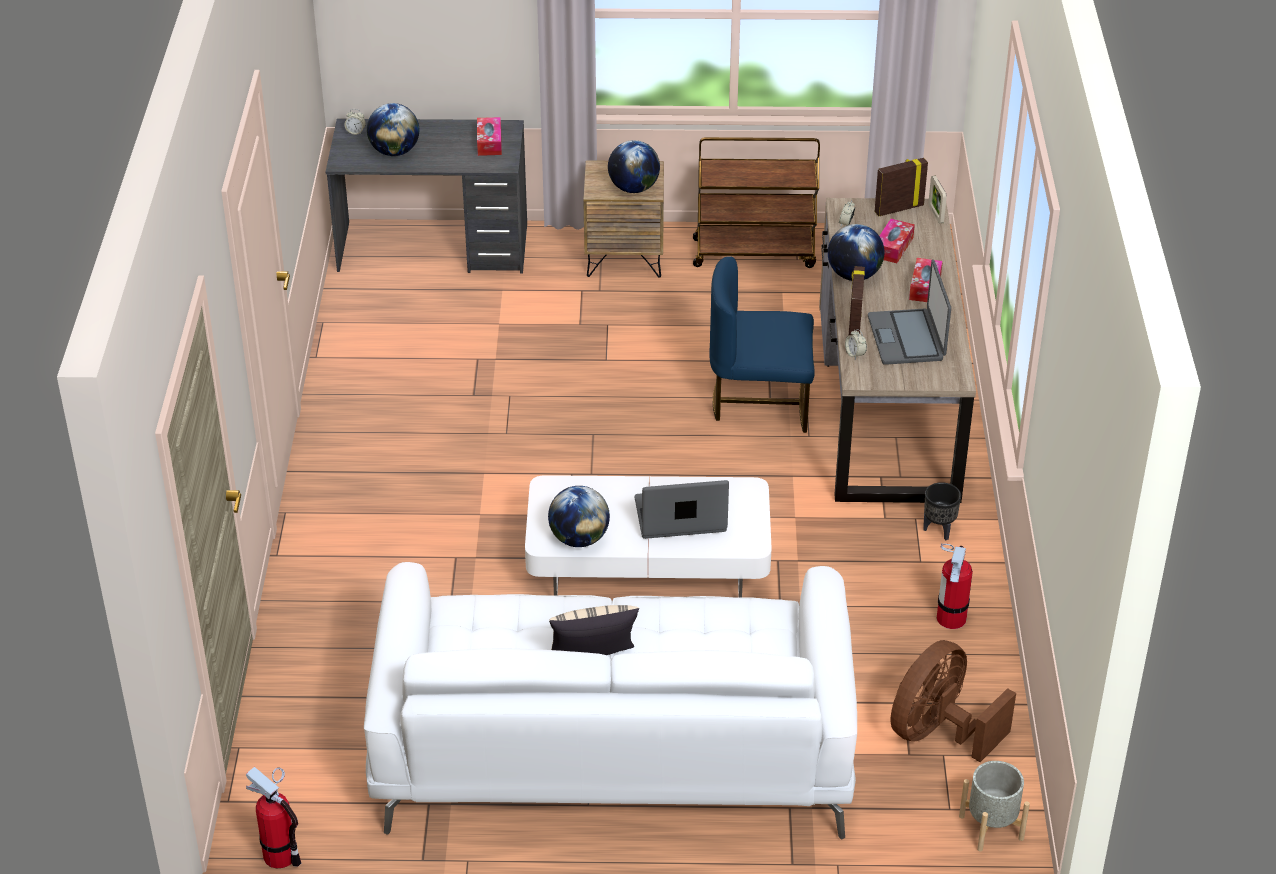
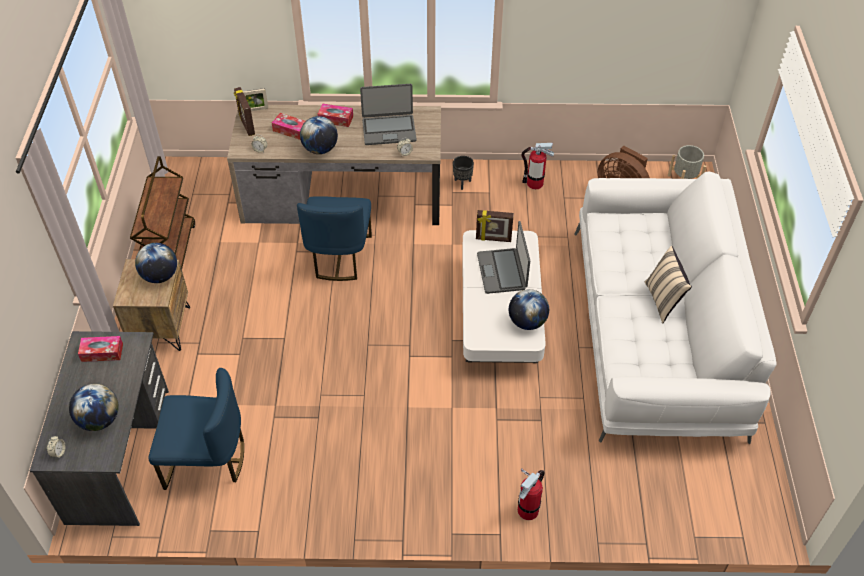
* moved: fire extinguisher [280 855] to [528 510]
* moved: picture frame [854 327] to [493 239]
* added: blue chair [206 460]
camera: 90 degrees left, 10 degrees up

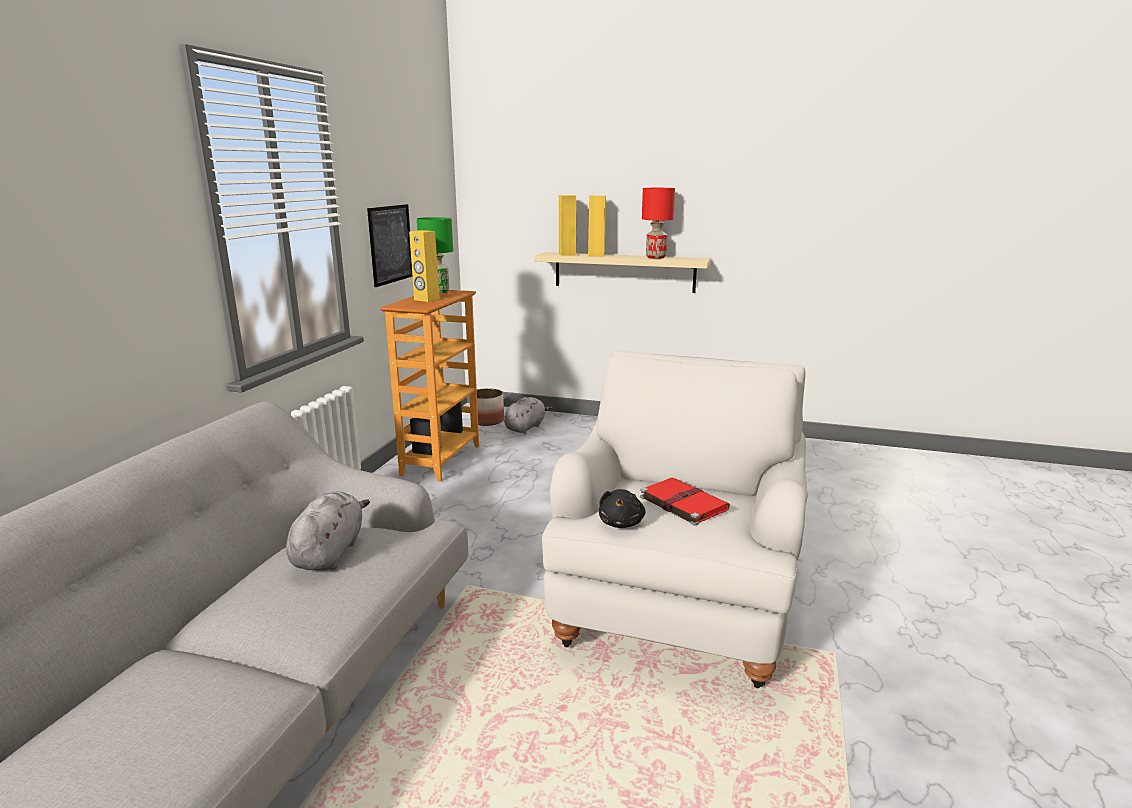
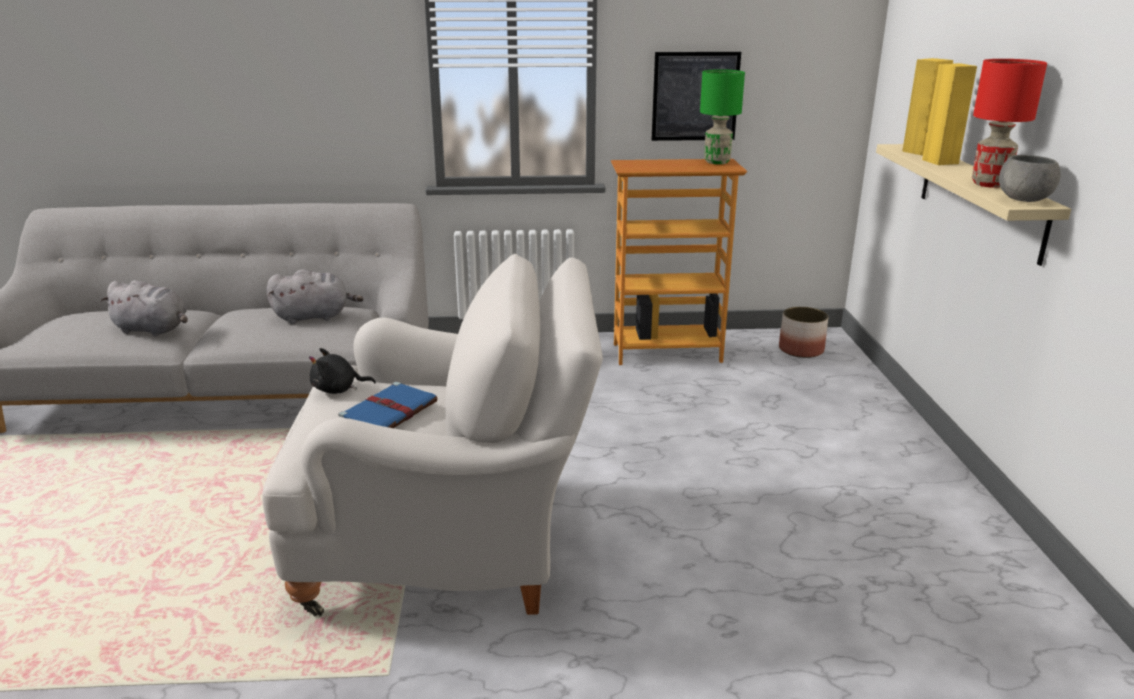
* removed: yellow speaker [426 299]
* moved: grey plush toy [526 427] to [153 330]
* recoloured: red book [682 503] to blue book [390 412]
* added: grey bowl [1024 200]
camera: 70 degrees right, 5 degrees up

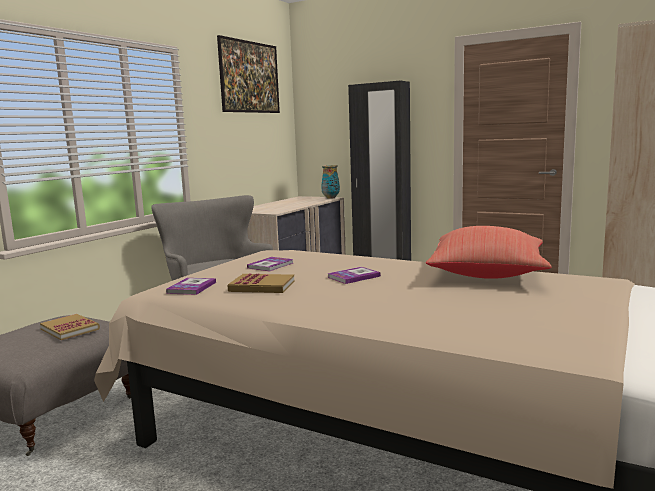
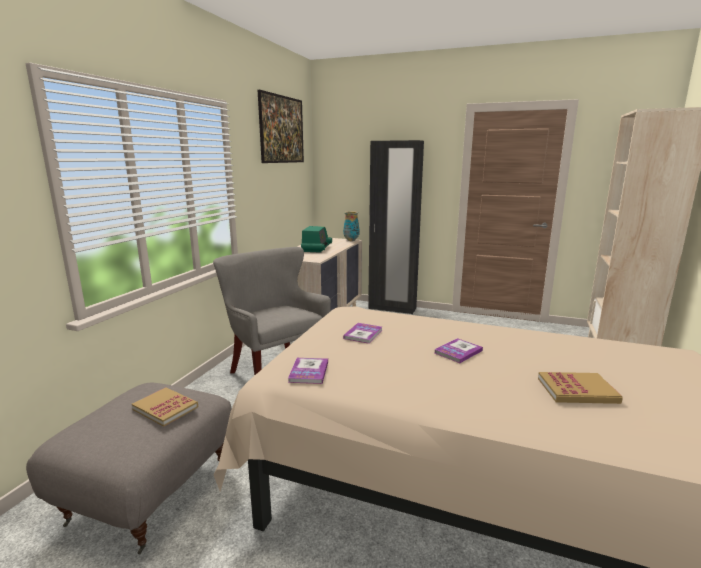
* moved: book [262 286] to [577 390]
* removed: red pillow [488 275]
* added: radio [316 248]
camera: 10 degrees left, 5 degrees up

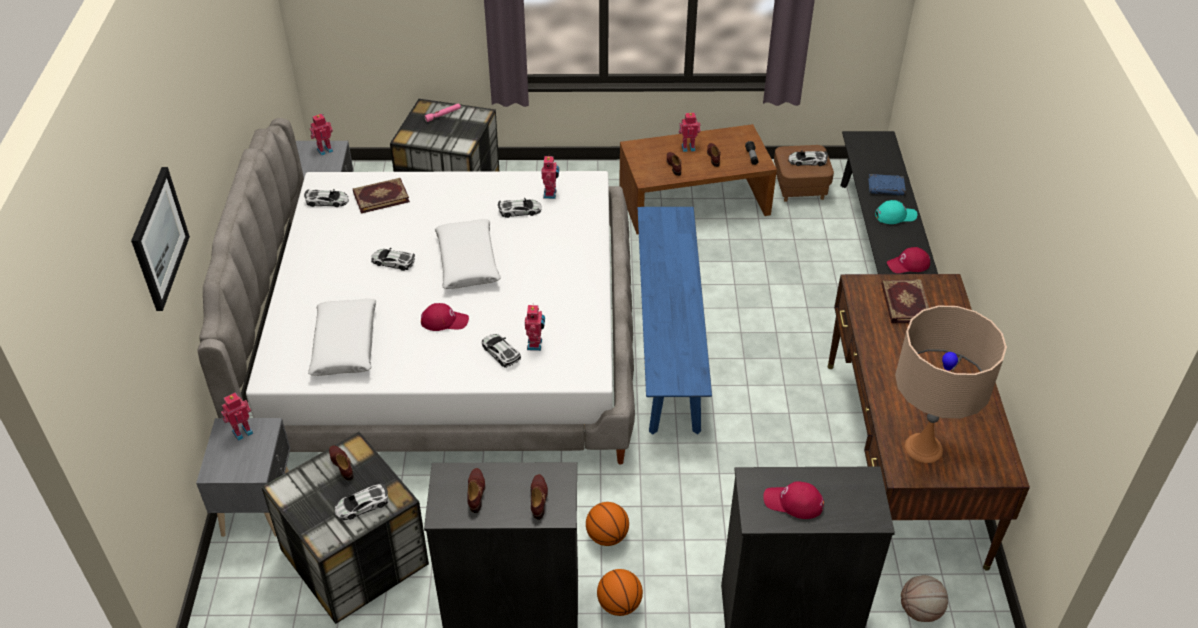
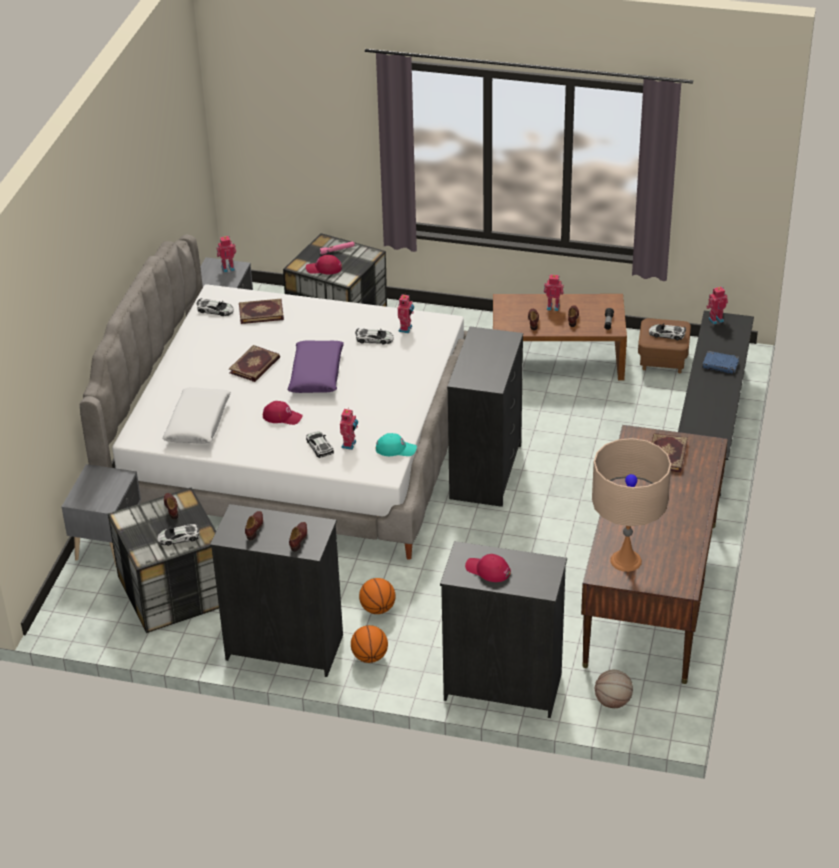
* removed: picture [159 238]
* moved: toy robot [242 431] to [715 319]
* replaced: toy car [393 262] to book [255 366]
* recoloured: white pillow [468 262] to purple pillow [316 374]
* replaced: blue bench [668 341] to black dresser [486 472]
* moved: turquoise cap [895 215] to [395 449]
* moved: red cap [908 264] to [324 268]
camera: 15 degrees right, 5 degrees down

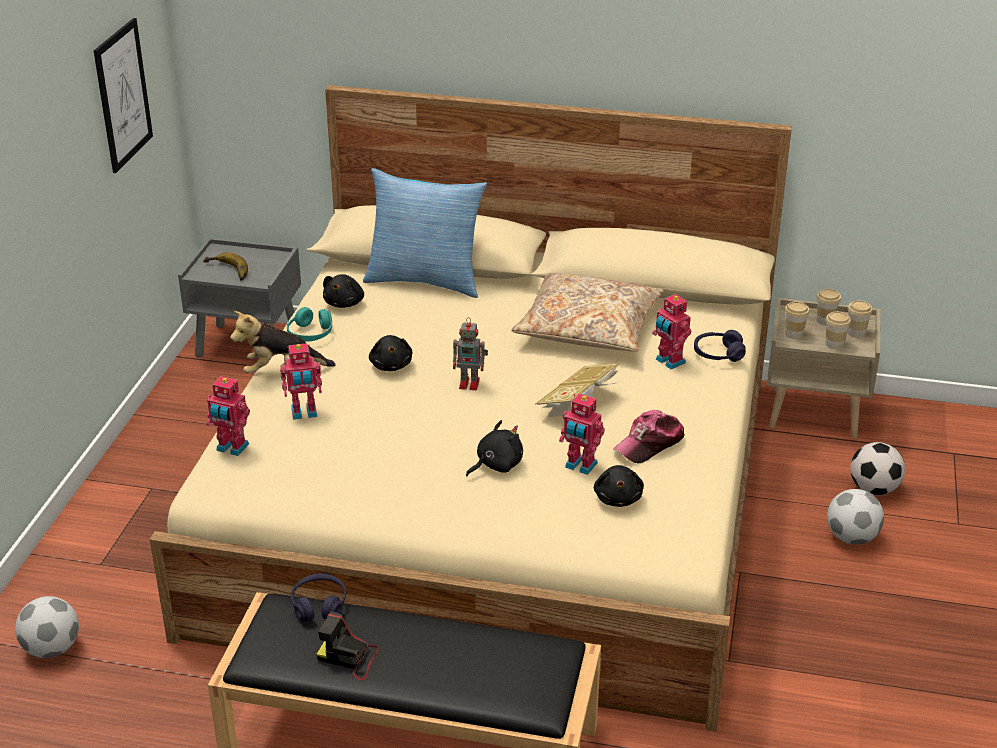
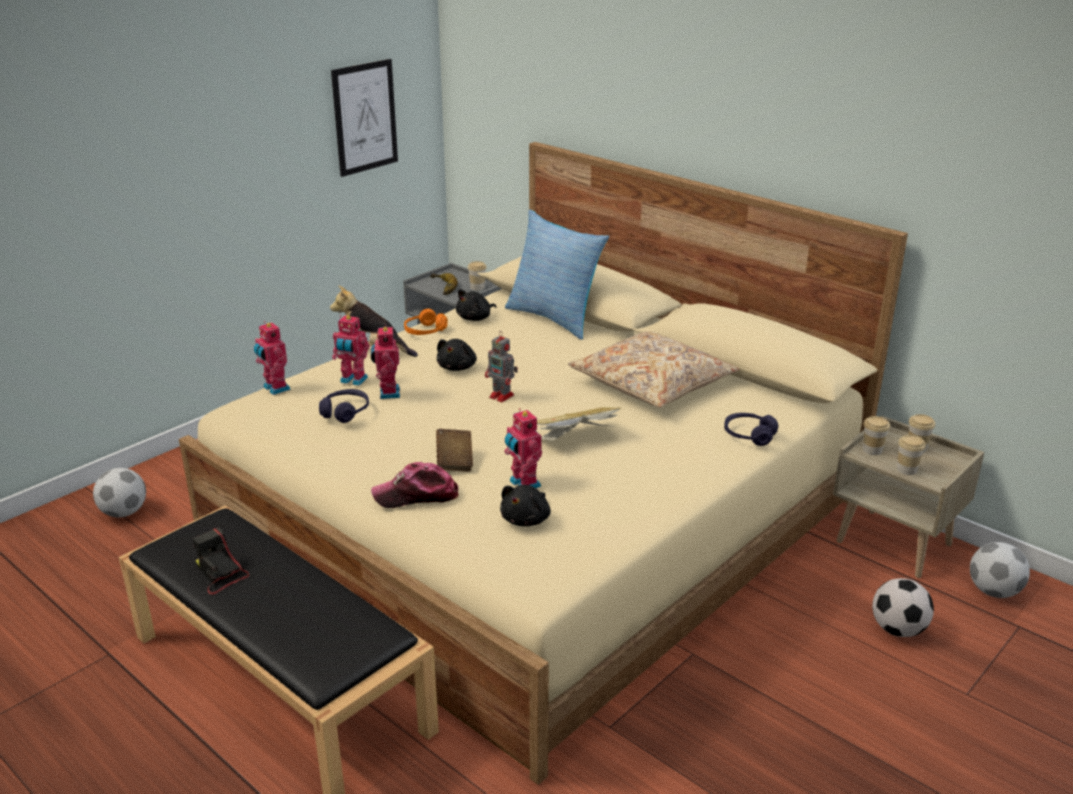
* recoloured: turquoise headphones [310 334] to orange headphones [425 331]
* moved: purple headphones [319 605] to [345 412]
* replaced: black plush toy [496 465] to brown book [454 461]
* moved: cap [649 444] to [416 495]
* moved: toy robot [669 361] to [387 393]
* moved: football [851 538] to [994 591]
* moved: cup [856 333] to [477 287]
camera: 30 degrees right, 5 degrees down

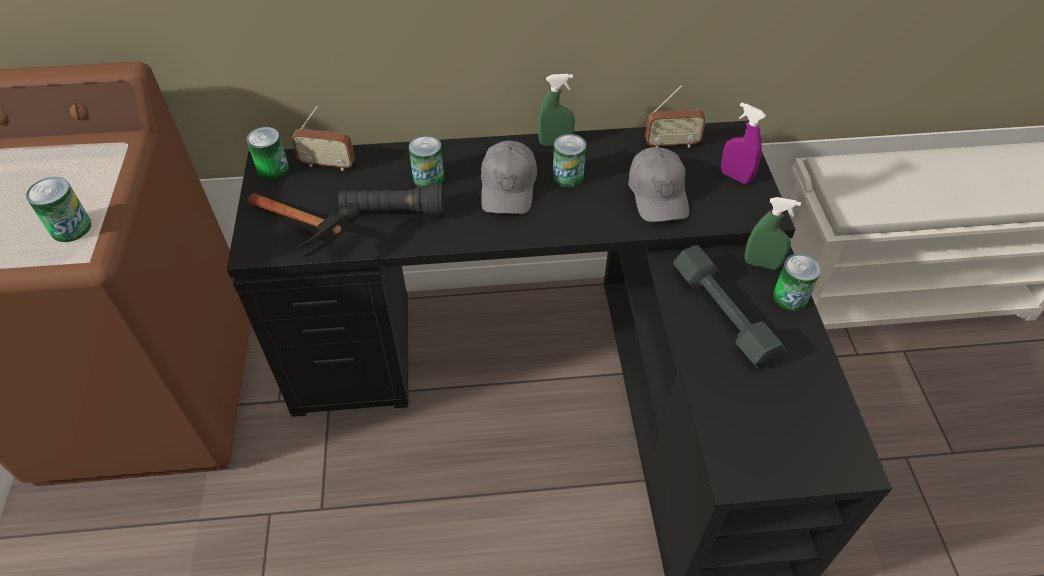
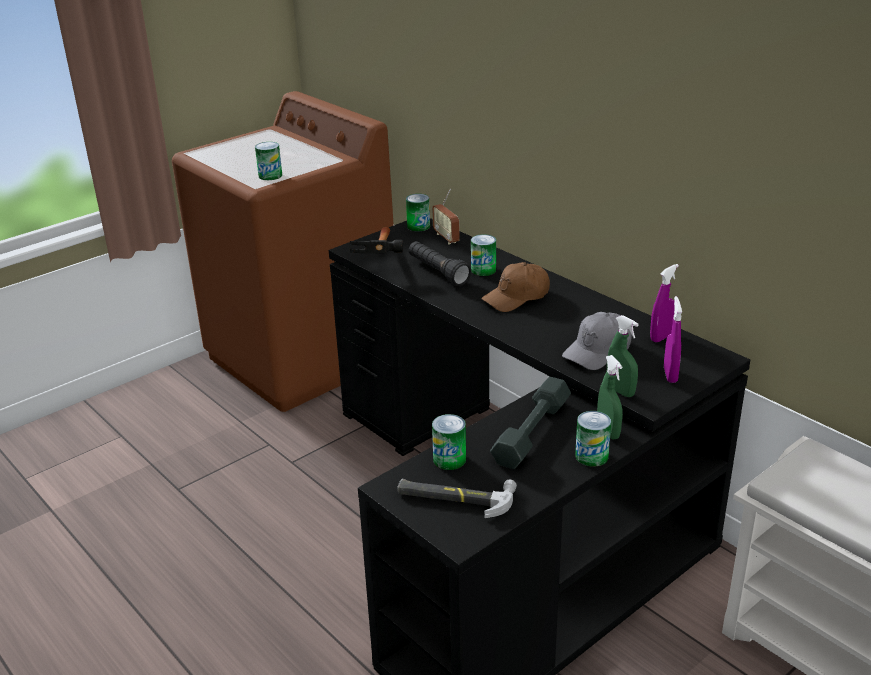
* recoloured: grey cap [508 187] to brown cap [516 297]
* moved: green spray bottle [555 143] to [620 391]
* moved: can [568 176] to [449 459]
* replaced: radio [671 144] to purple spray bottle [662 337]
* added: hammer [455 497]
camera: 55 degrees right, 20 degrees down

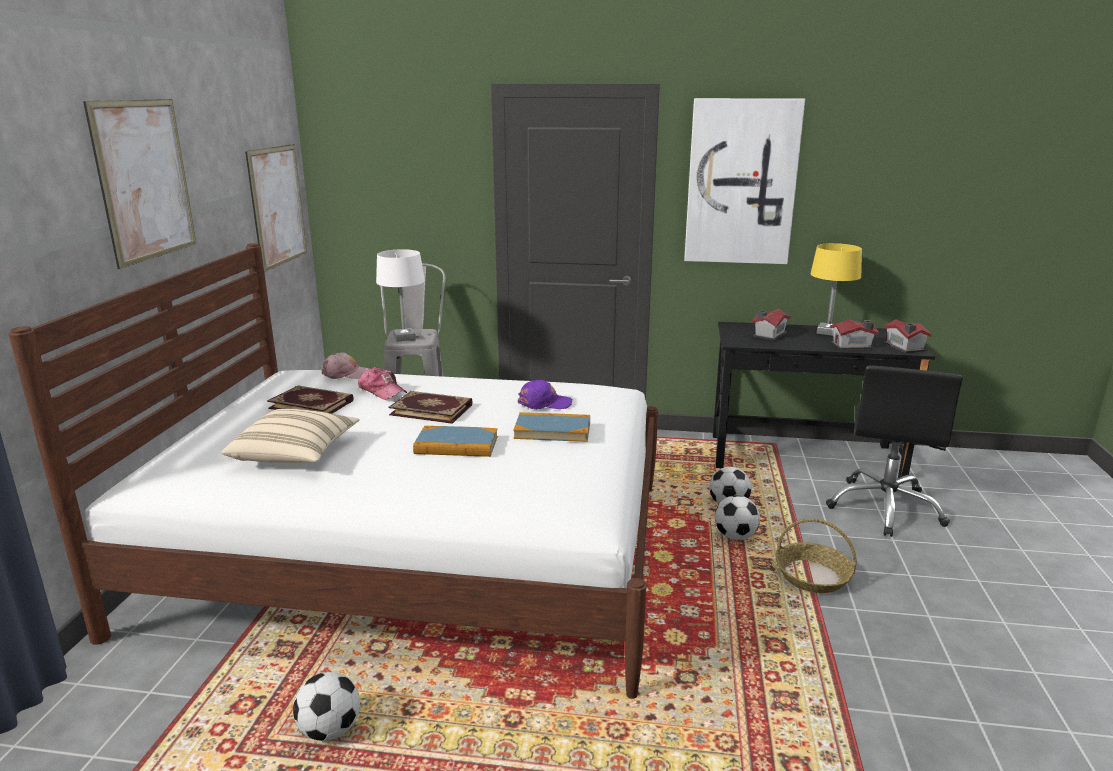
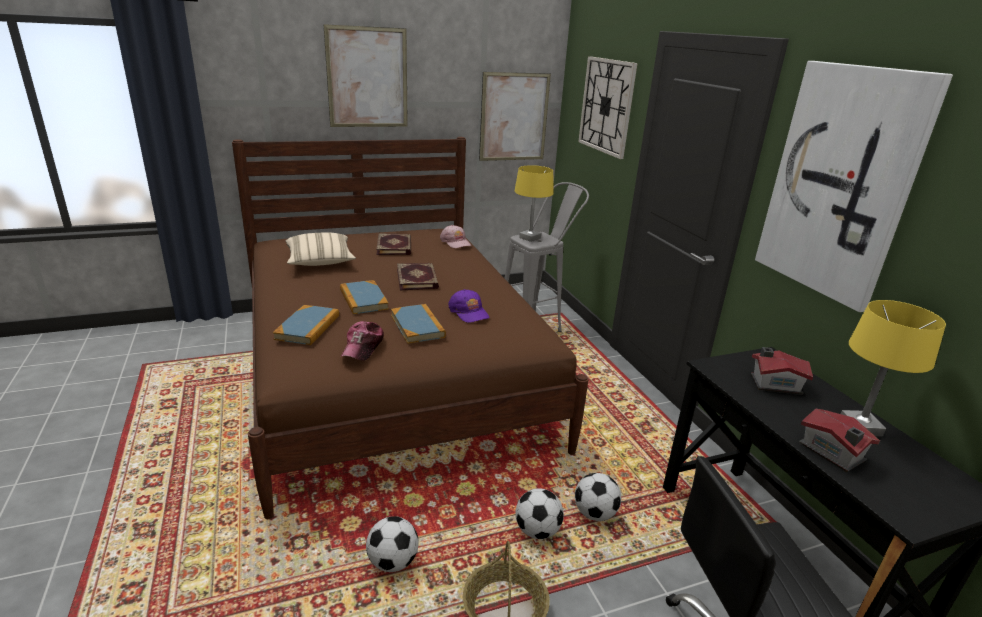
* recoloured: white bed [417 553] to brown bed [391 373]
* moved: football [330 730] to [393 562]
* moved: cap [382 391] to [363 347]
* recoloured: white table lamp [404 338] to yellow table lamp [529 238]
* removed: toy house [904 347]
* added: book [308 327]
* added: wall clock [606 106]
camera: 60 degrees right, 5 degrees up

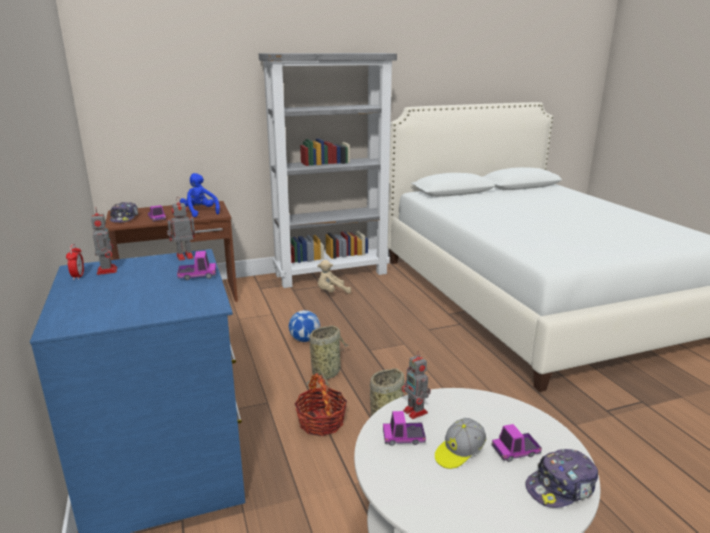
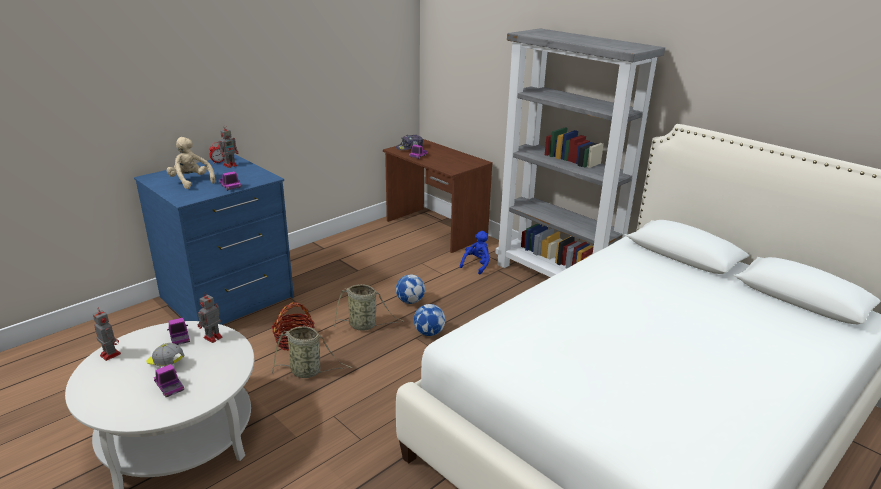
* moved: toy robot [183 257] to [110 354]
* moved: blue plush toy [200 212] to [477 265]
* moved: beige plush toy [331 292] to [191 181]
* removed: cap [561 487]
* added: football [429 333]
camera: 65 degrees right, 5 degrees up

